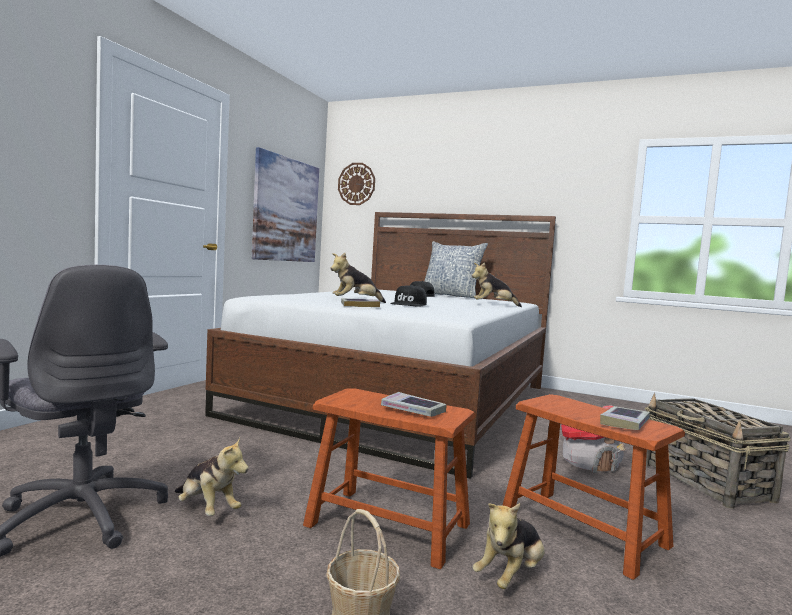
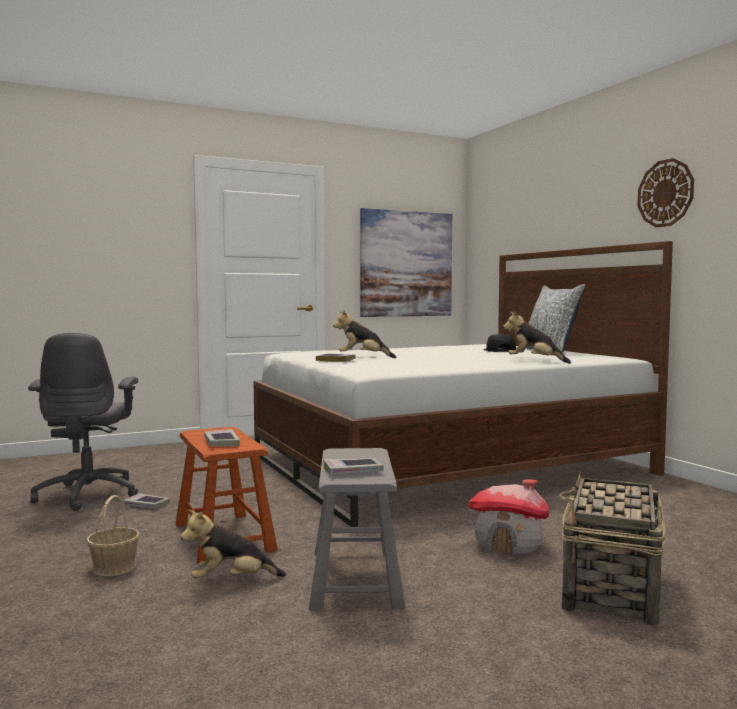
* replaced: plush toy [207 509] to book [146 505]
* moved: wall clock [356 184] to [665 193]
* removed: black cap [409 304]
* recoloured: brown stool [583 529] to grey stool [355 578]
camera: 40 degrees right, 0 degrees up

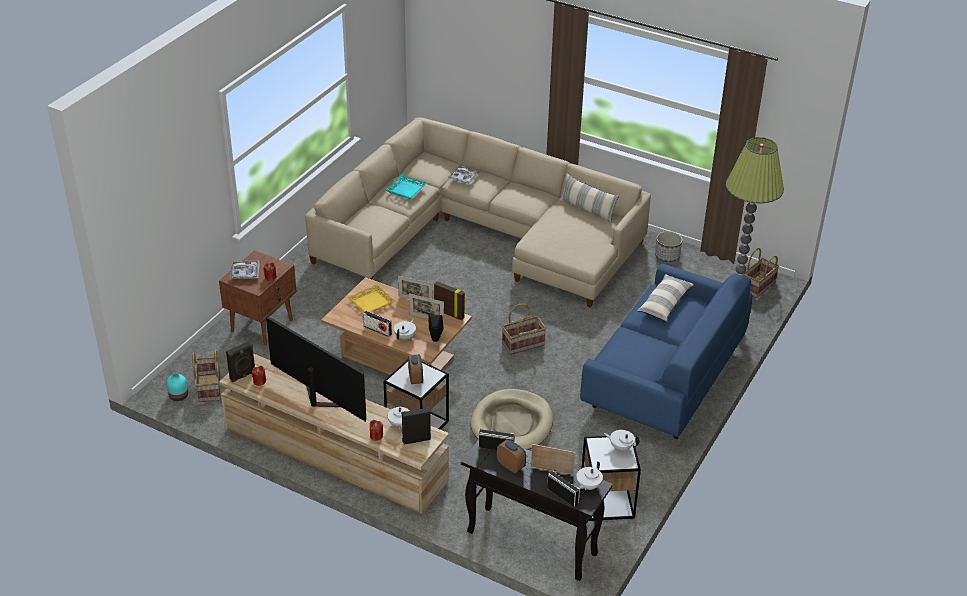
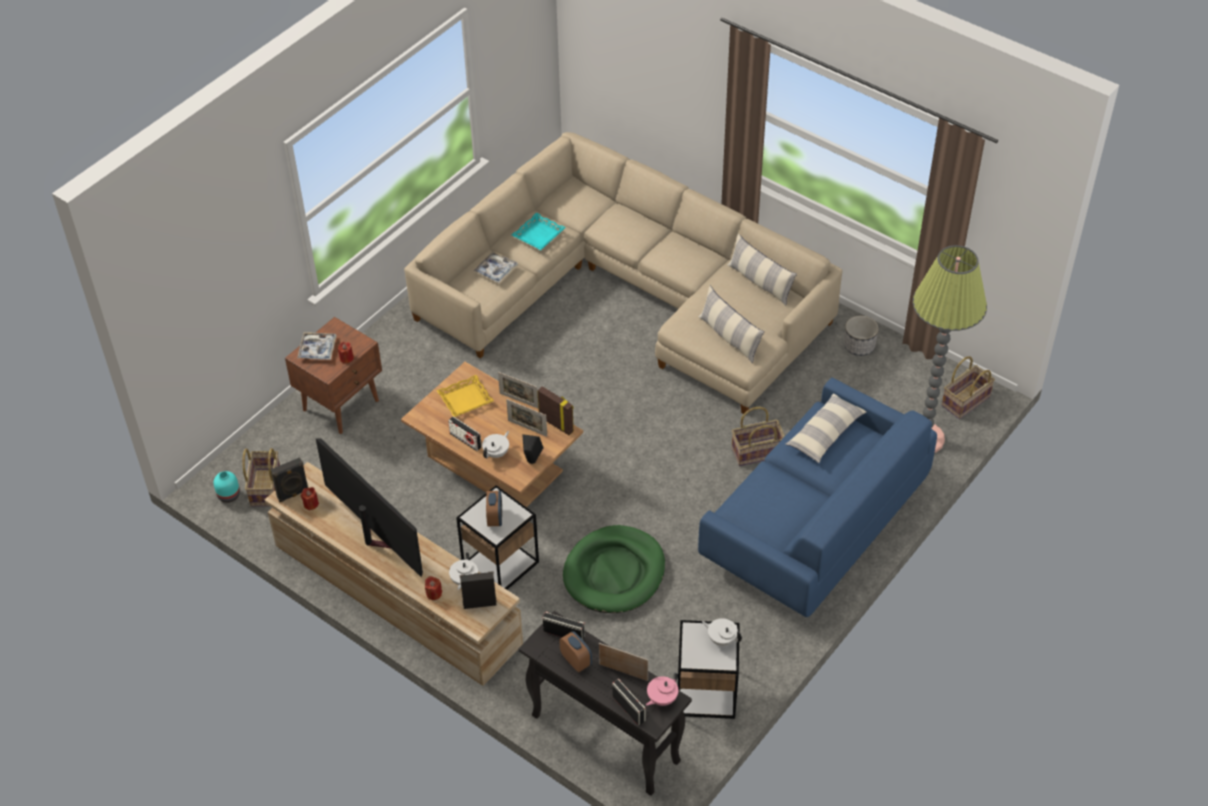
* moved: tray [464 178] to [496 270]
* recoloured: beige dog bed [512 424] to green dog bed [614 573]
* moved: basket [523 343] to [757 451]
* recoloured: white teapot [588 486] to pink teapot [661 698]
* added: pillow [729 337]
camera: 10 degrees right, 10 degrees up

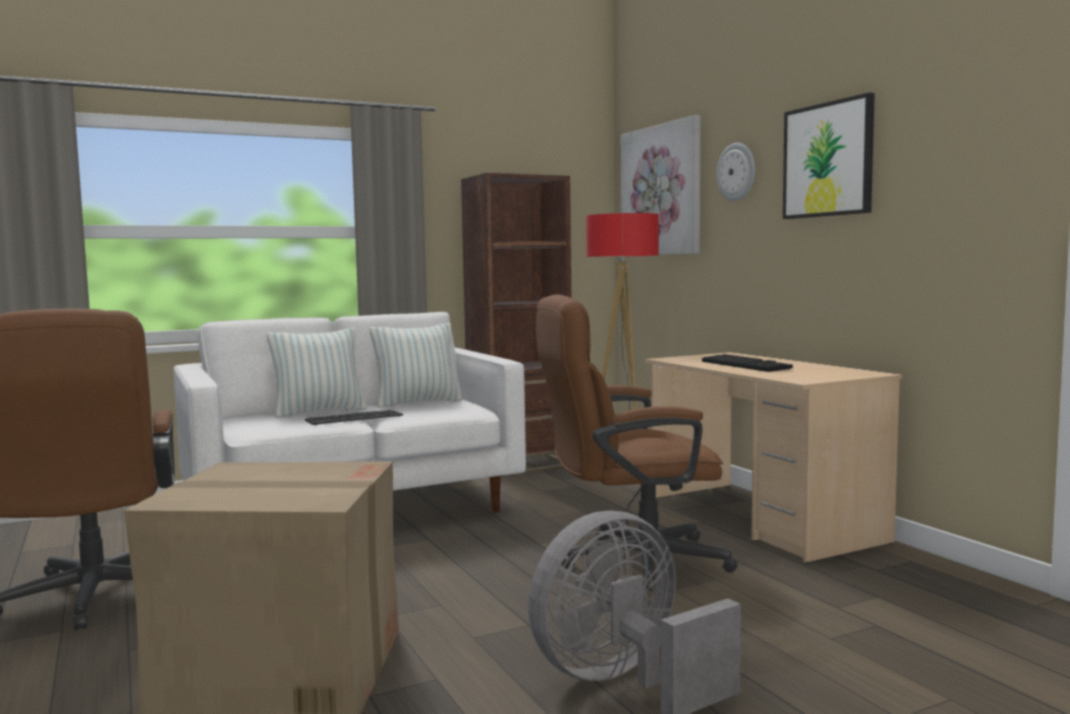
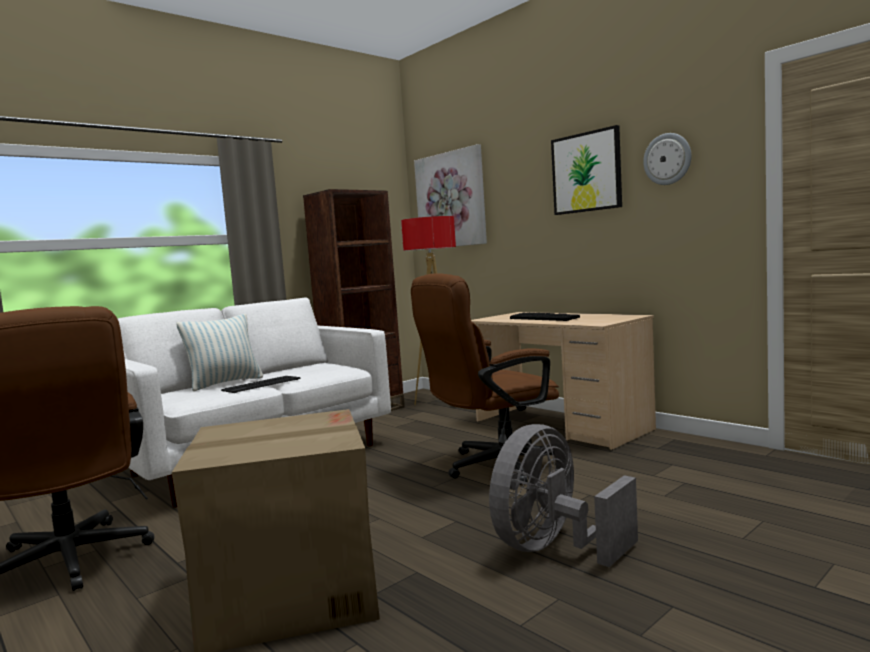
* removed: pillow [417 402]
* moved: wall clock [737 172] to [667 159]
camera: 15 degrees left, 0 degrees up

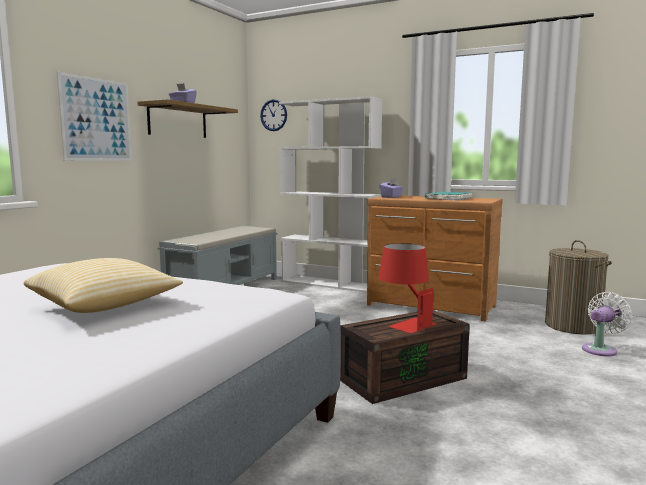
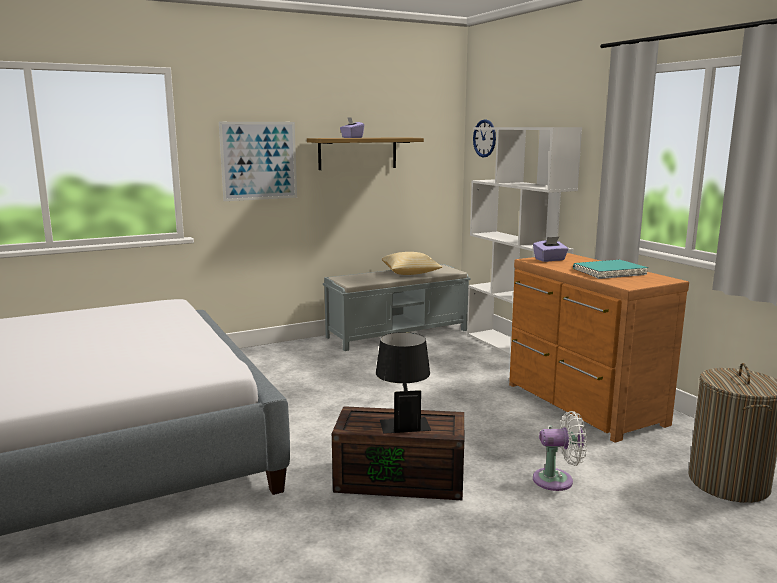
* moved: pillow [105 305] to [411 273]
* recoloured: red table lamp [405 323] to black table lamp [402 420]
* moved: white fan [601 349] to [557 480]
camera: 35 degrees right, 5 degrees up

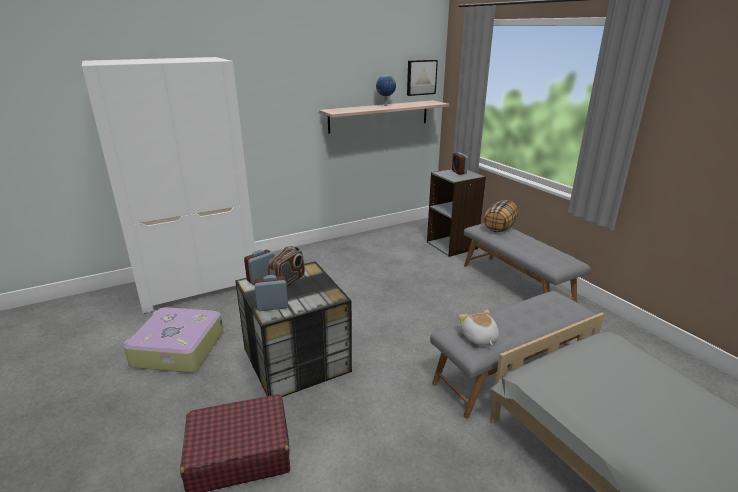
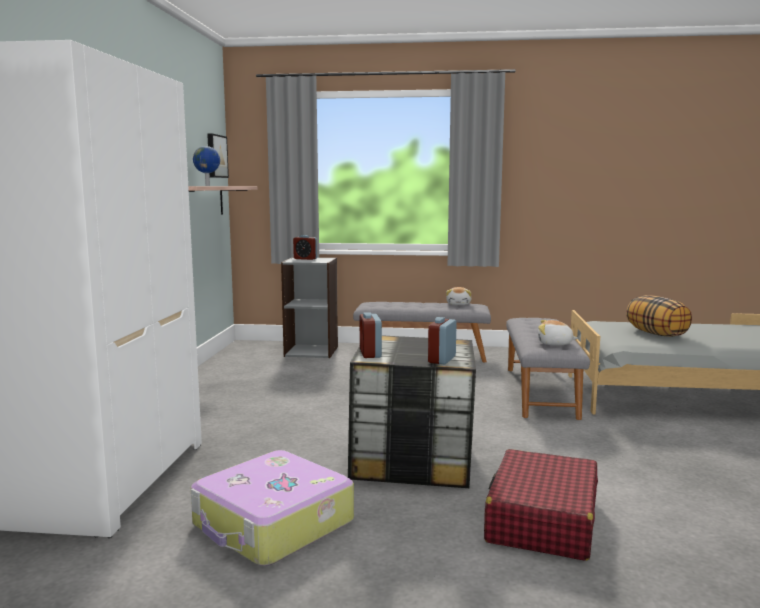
* removed: radio [287 282]
* moved: pillow [500 228] to [657 334]
* added: plush toy [459 304]
camera: 55 degrees left, 15 degrees down

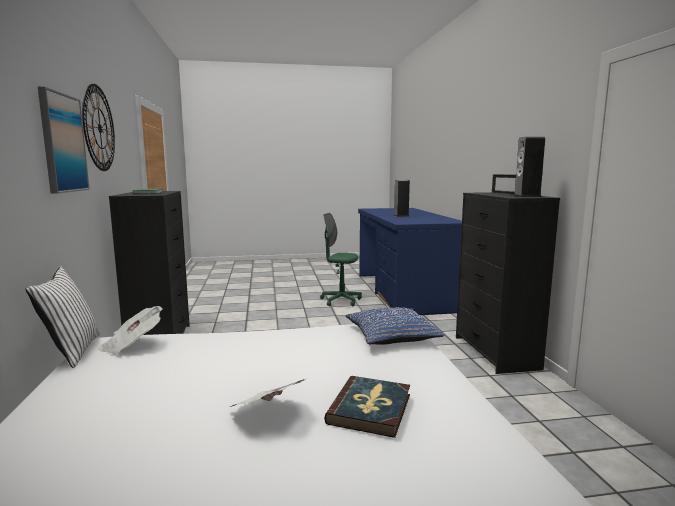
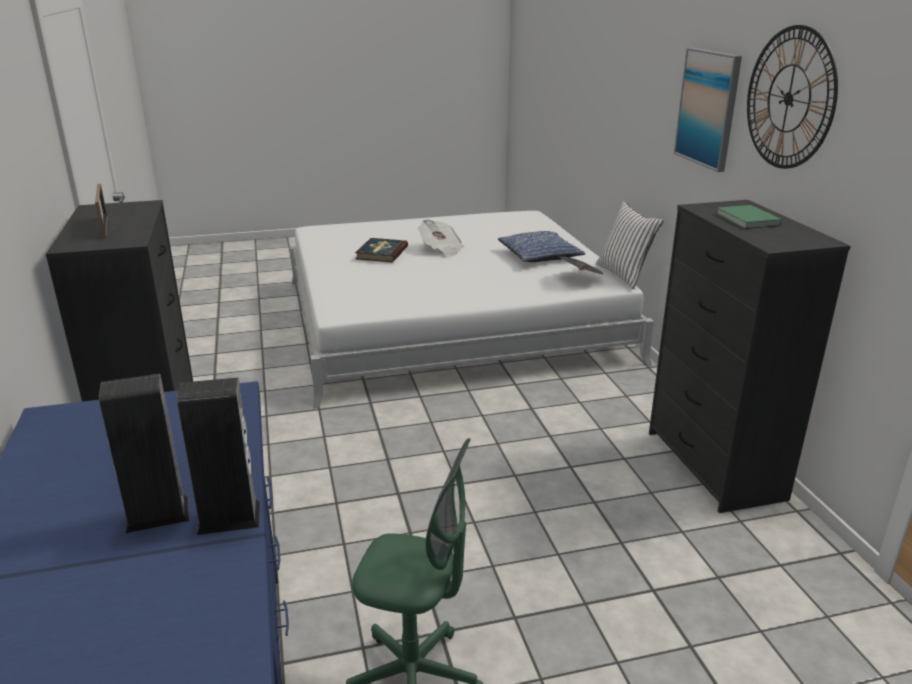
* moved: blue pillow [391 335] to [539 255]
* moved: speaker [527 196] to [229 518]
camera: 175 degrees right, 15 degrees up

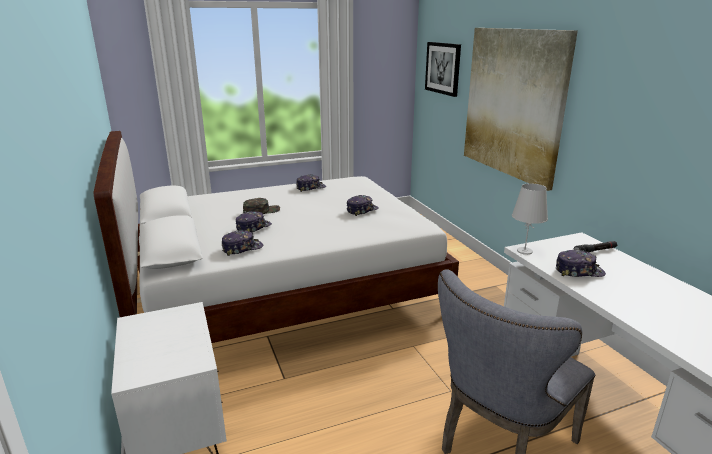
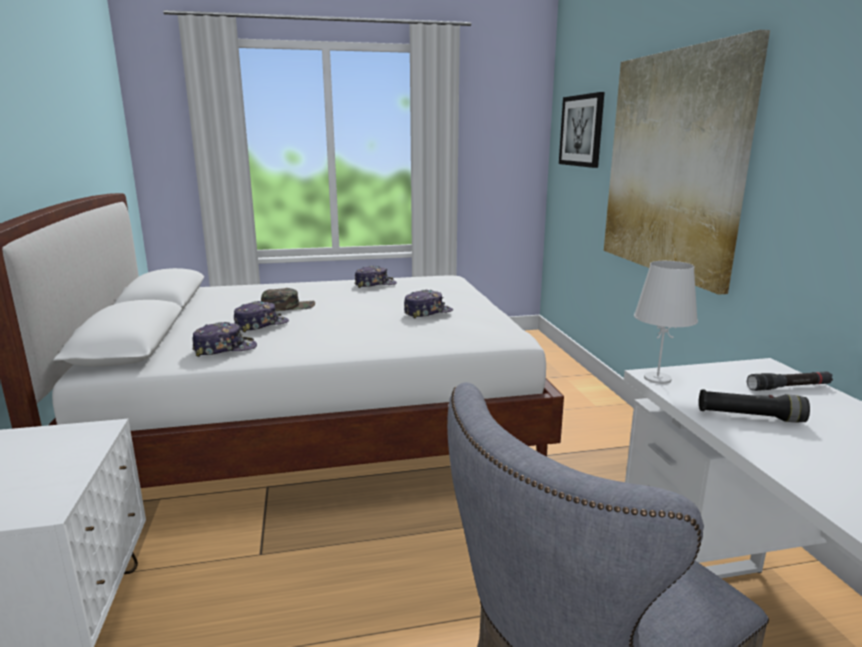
* replaced: cap [578 271] to black flashlight [749 416]
camera: 10 degrees right, 5 degrees down

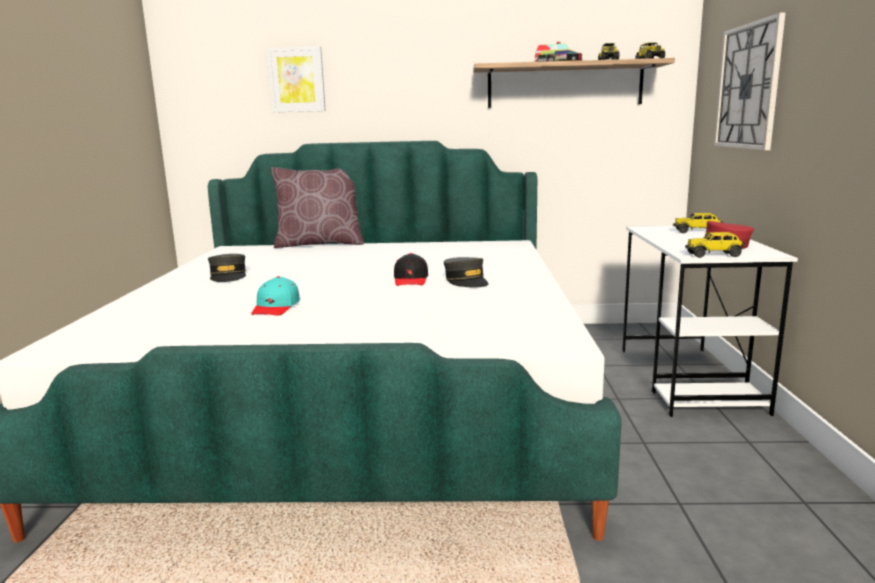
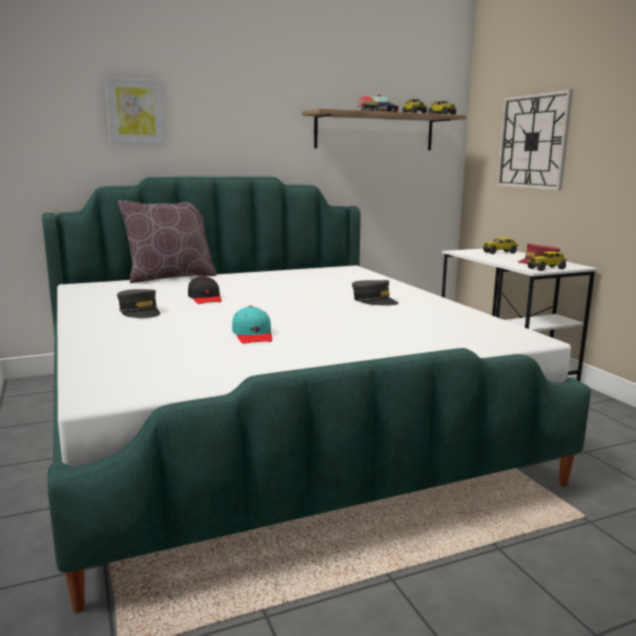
* moved: black cap [411 279] to [205 298]
camera: 25 degrees left, 0 degrees up

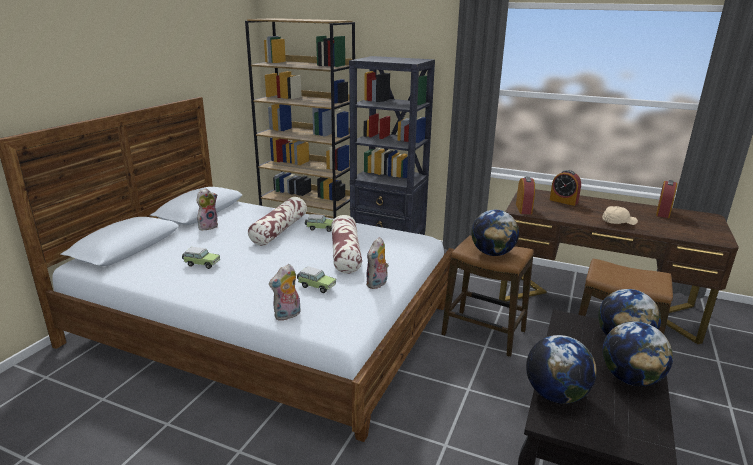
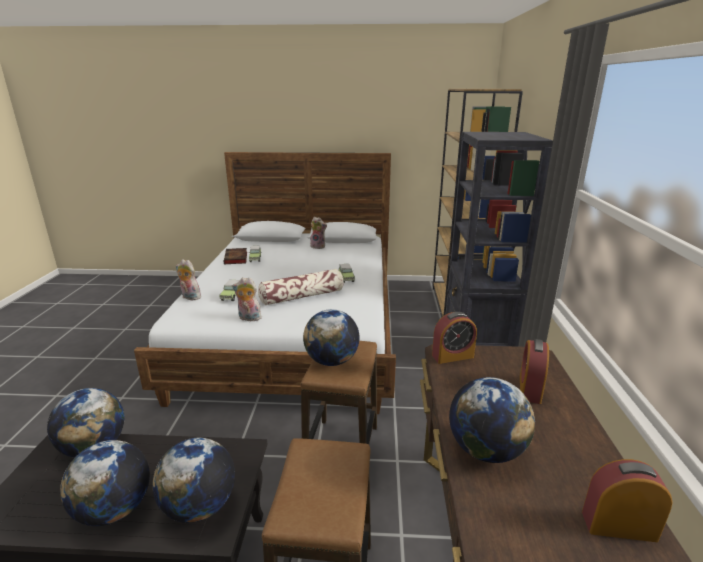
* removed: pillow [279 230]
* replaced: beige cap [618 222] to globe [486 450]
* added: book [236 258]
camera: 70 degrees right, 0 degrees up

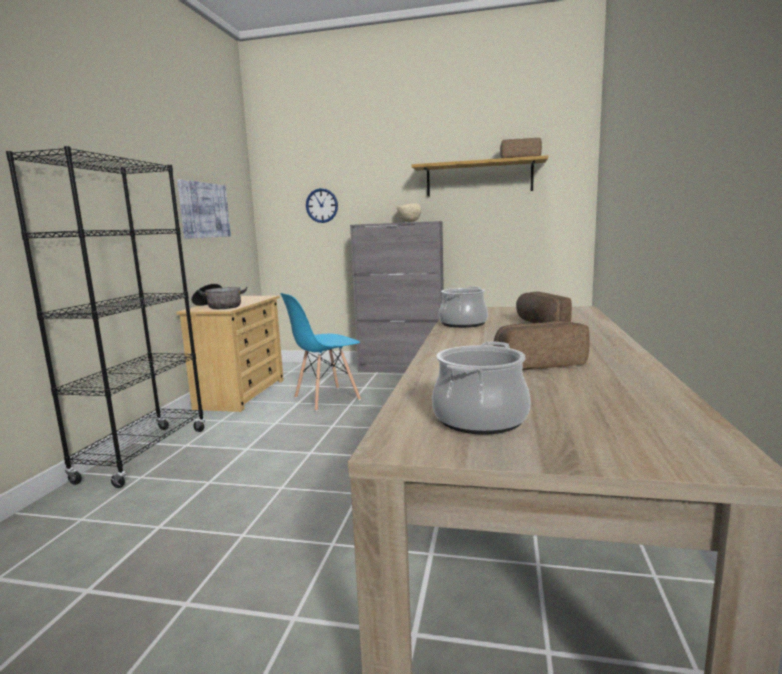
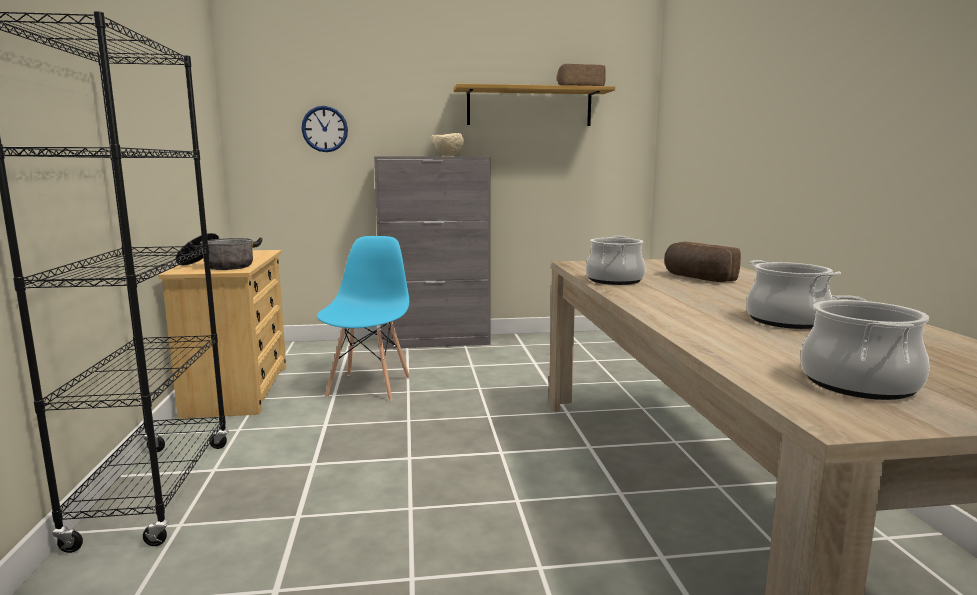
* removed: picture [204 210]
* turned: blue chair [326 399] = [369 386] 150 degrees clockwise
* replaced: bread [538 363] to cooking pot [787 321]
camera: 20 degrees left, 0 degrees up

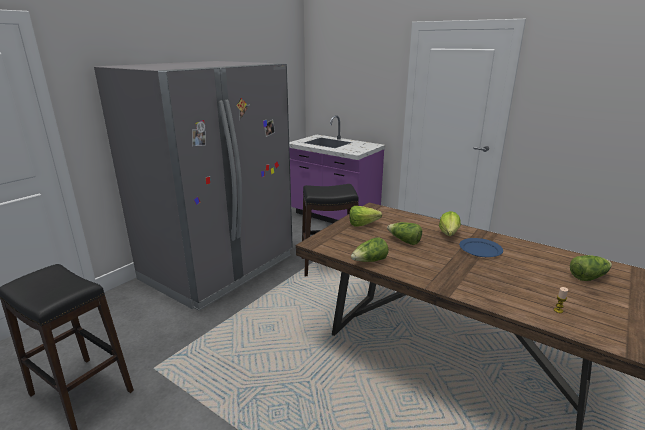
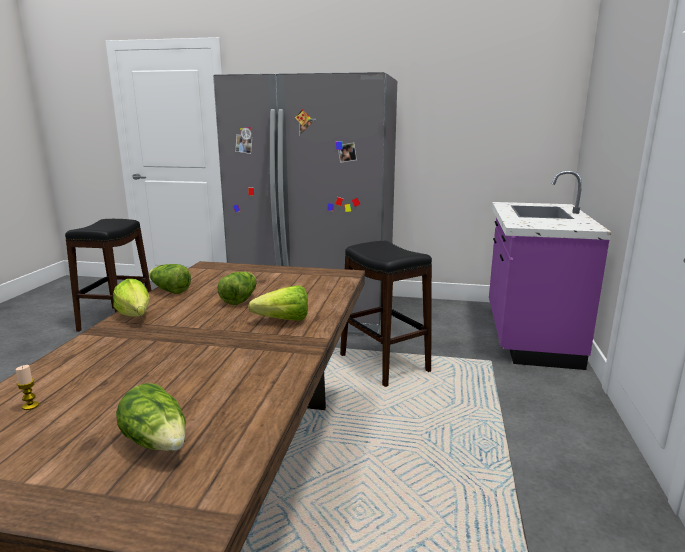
* moved: lettuce [365 225] to [135 318]
* removed: blue plate [480 249]
camera: 65 degrees right, 5 degrees down

